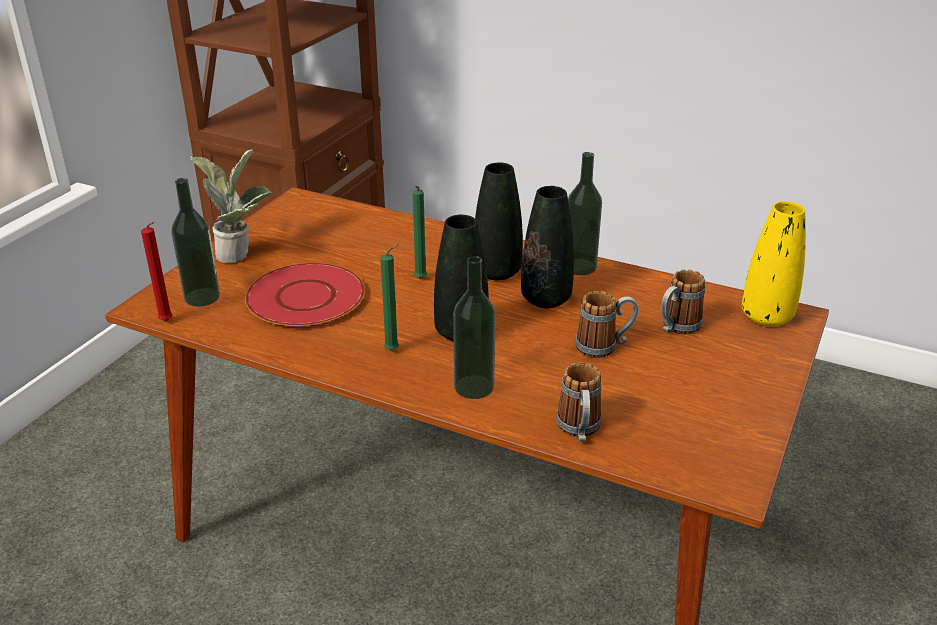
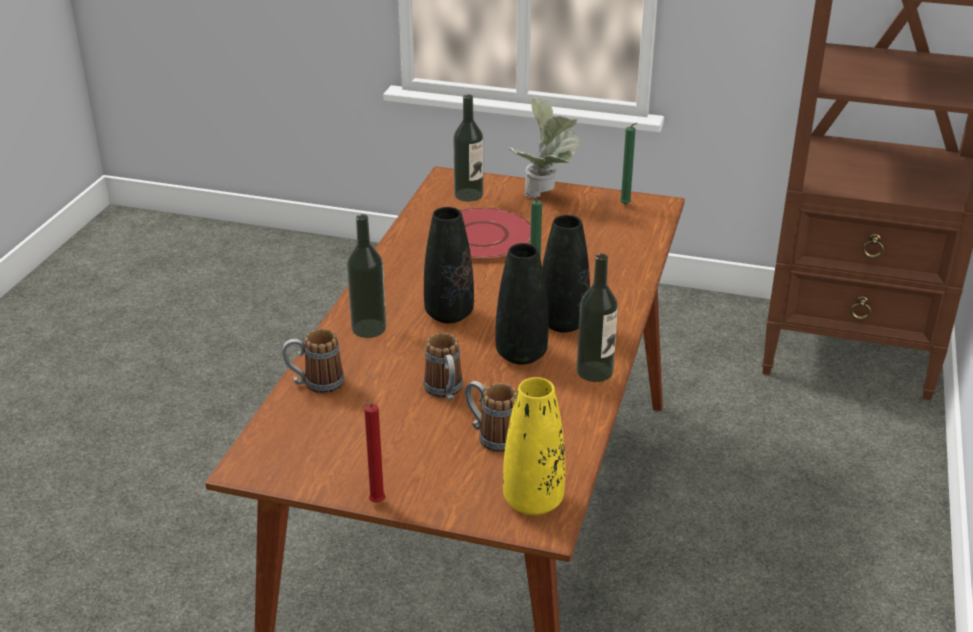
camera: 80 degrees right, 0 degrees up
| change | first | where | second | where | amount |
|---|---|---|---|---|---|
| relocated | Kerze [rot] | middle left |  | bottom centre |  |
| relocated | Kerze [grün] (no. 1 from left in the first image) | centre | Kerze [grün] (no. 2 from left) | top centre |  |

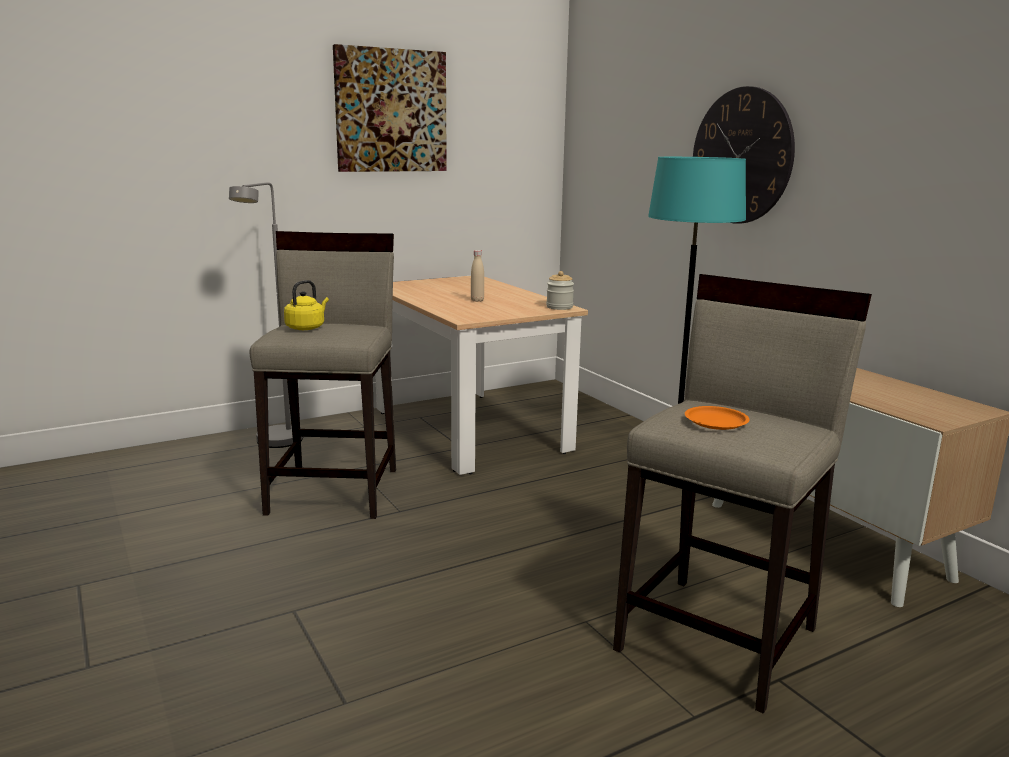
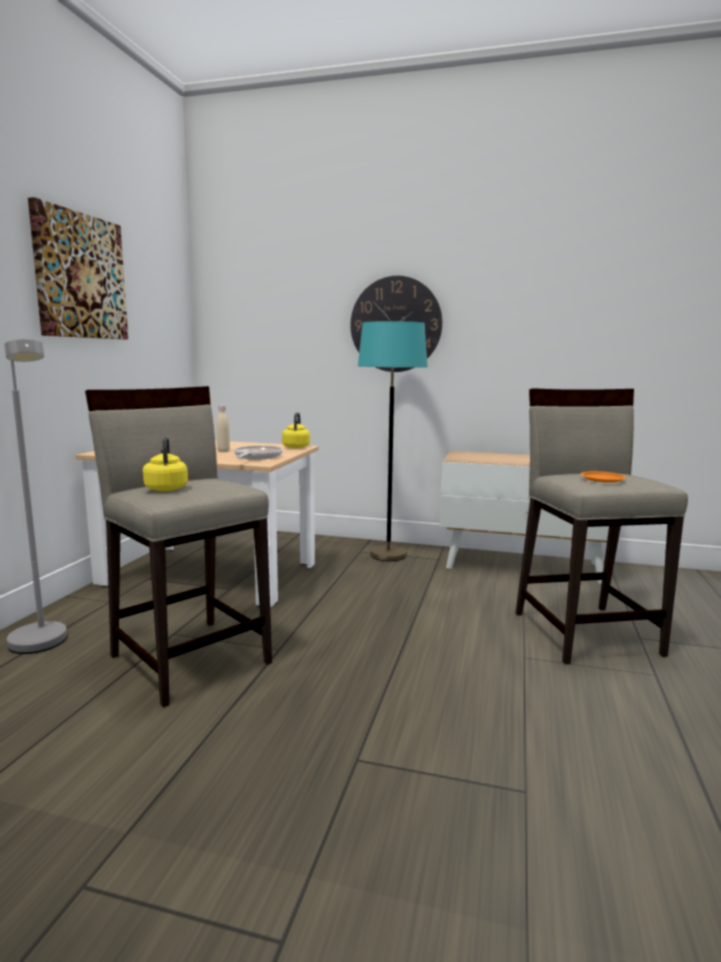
camera: 45 degrees left, 5 degrees down
| change | first | where | second | where | amount |
|---|---|---|---|---|---|
| appeared |  |  | Pfanne | centre |  |
| exchanged | Vorratsglas | centre | Wasserkessel [gelb] (no. 2 from left) | centre |  |

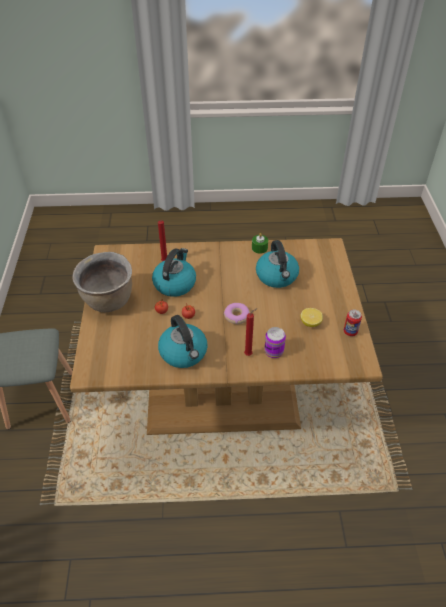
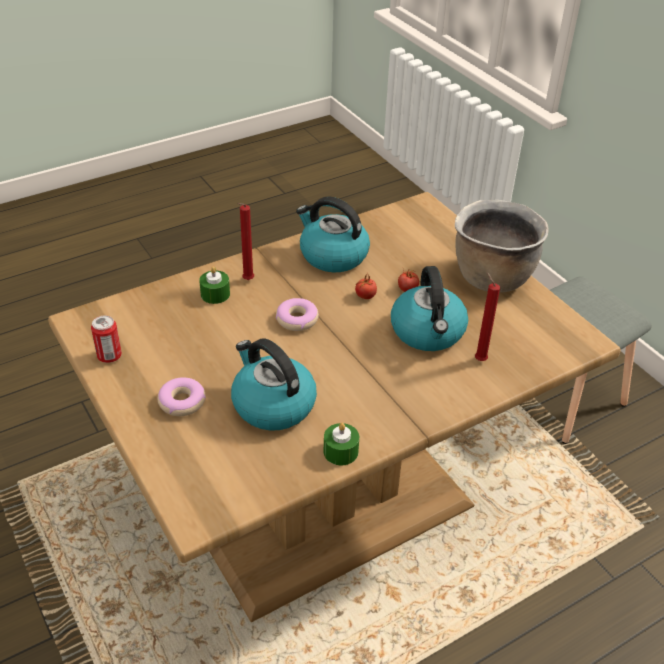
camera: 150 degrees right, 5 degrees down
| change | first | where | second | where | amount |
|---|---|---|---|---|---|
| missing | Zitrone | middle right |  |  |  |
| appeared |  |  | Donut (no. 1 from left) | middle left |  |
| exchanged | Dose (no. 1 from left) | centre | Kerze [grün] (no. 1 from left) | middle left |  |

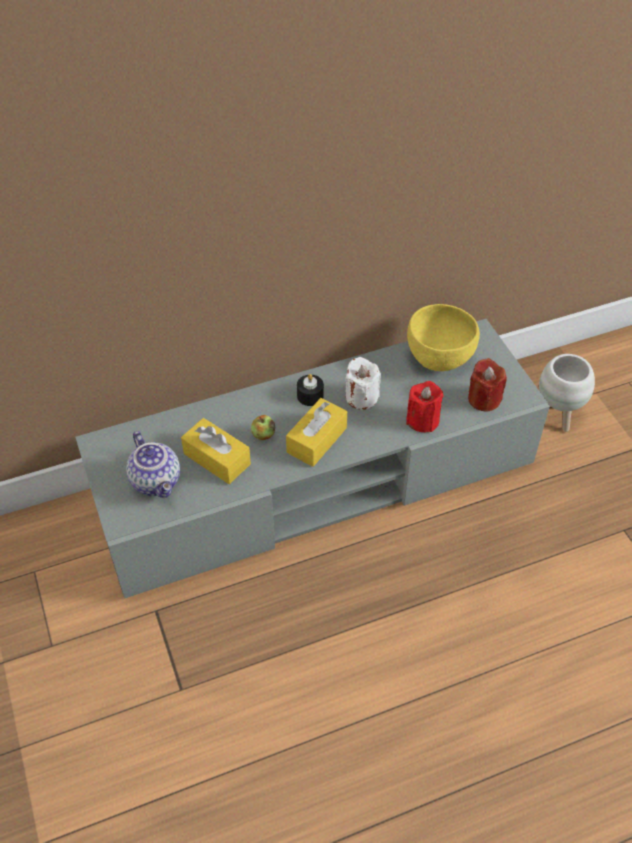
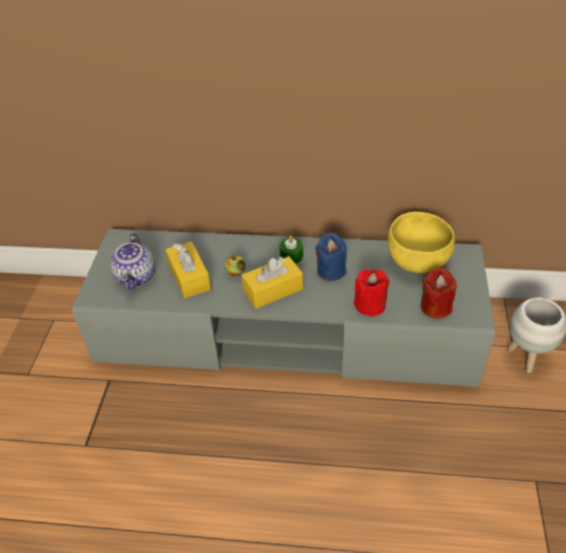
camera: 30 degrees right, 5 degrees down
| change | first | where | second | where | amount |
|---|---|---|---|---|---|
| colour | Kerze [schwarz] | centre | Kerze [grün] | centre |  |
| colour | Kerze [weiß] | centre | Kerze [blau] | centre |  |

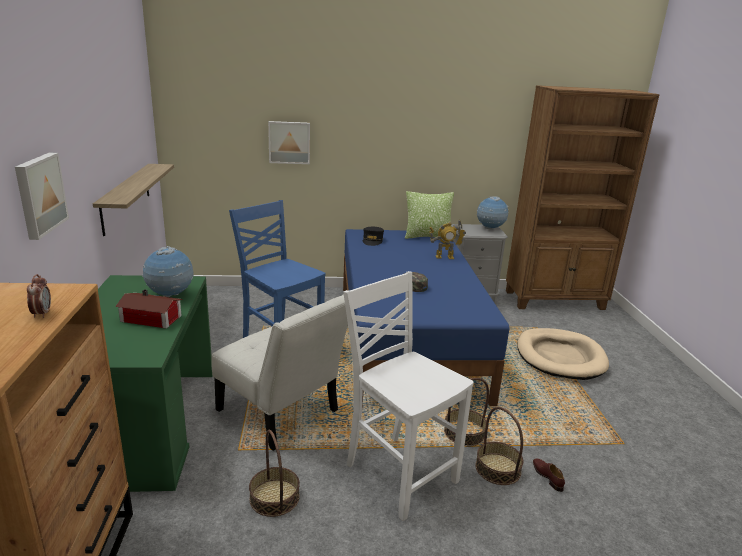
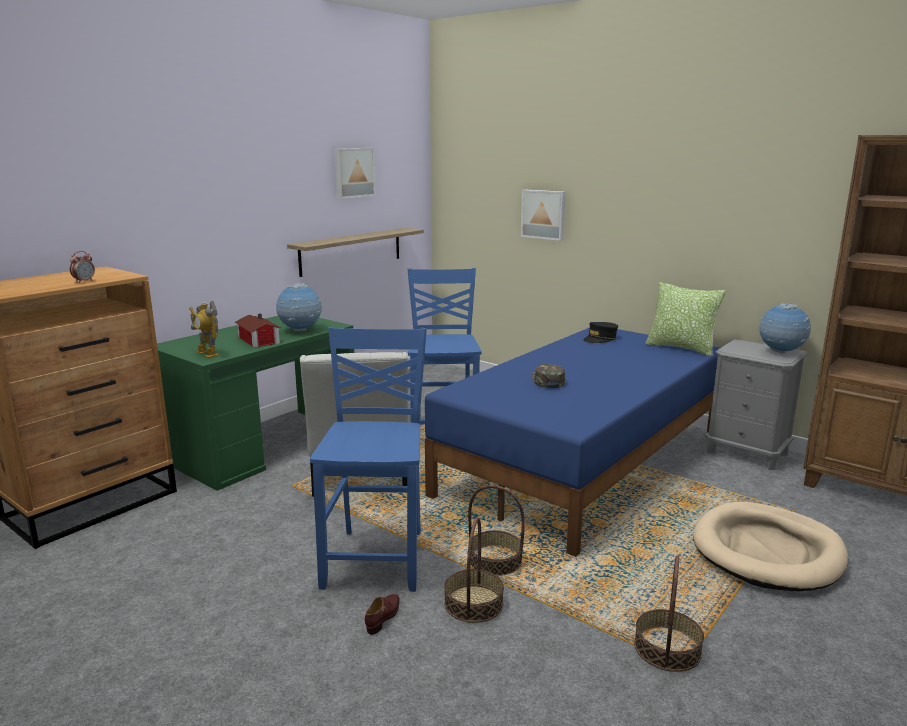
camera: 45 degrees right, 5 degrees down
| change | first | where | second | where | amount |
|---|---|---|---|---|---|
| relocated | Bild (no. 1 from left) | middle left |  | top centre |  |
| relocated | Korb (no. 1 from left in the first image) | bottom centre | Korb (no. 3 from left) | bottom right |  |
| relocated | Spielzeugroboter | centre |  | middle left |  |
| relocated | Schuh [braun] | bottom right |  | bottom centre |  |
| colour | Stuhl [weiß] (no. 2 from left) | bottom centre | Stuhl [blau] (no. 1 from left) | centre |  |

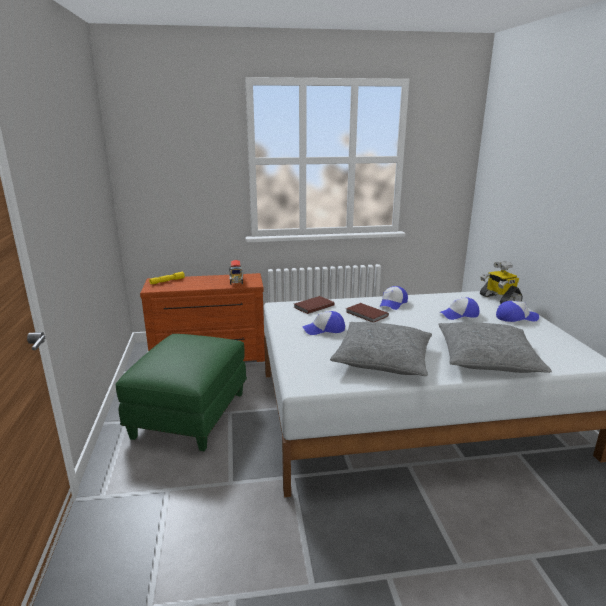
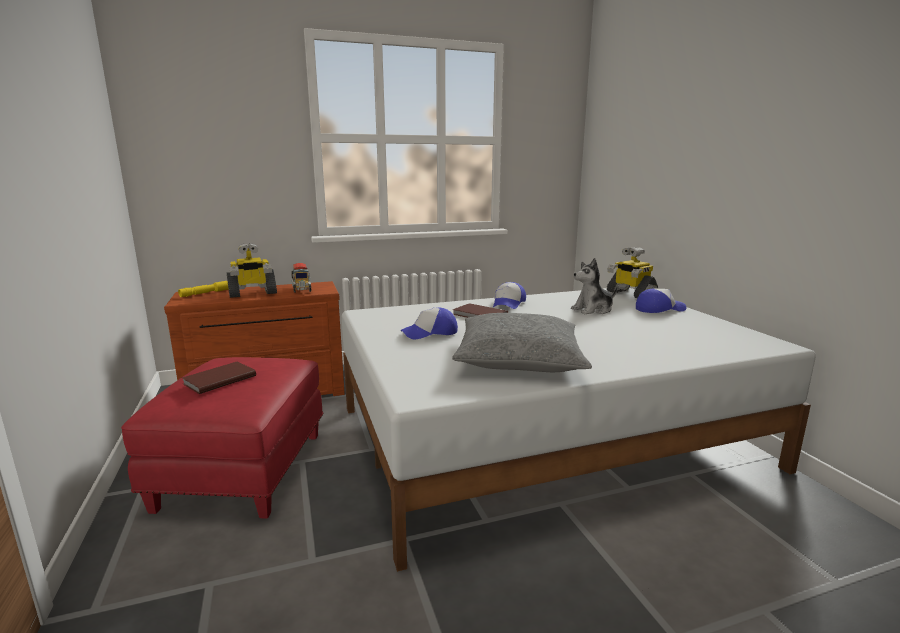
camera: 10 degrees left, 5 degrees down
| change | first | where | second | where | amount |
|---|---|---|---|---|---|
| missing | Kissen [grau] (no. 2 from left) | middle right |  |  |  |
| appeared |  |  | Spielzeugroboter (no. 1 from left) | middle left |  |
| relocated | Buch [braun] (no. 1 from left) | centre |  | middle left |  |
| exchanged | Kappe (no. 3 from left) | middle right | Plüschtier | centre |  |
| colour | Polsterhocker [grün] | middle left | Polsterhocker [rot] | bottom left |  |

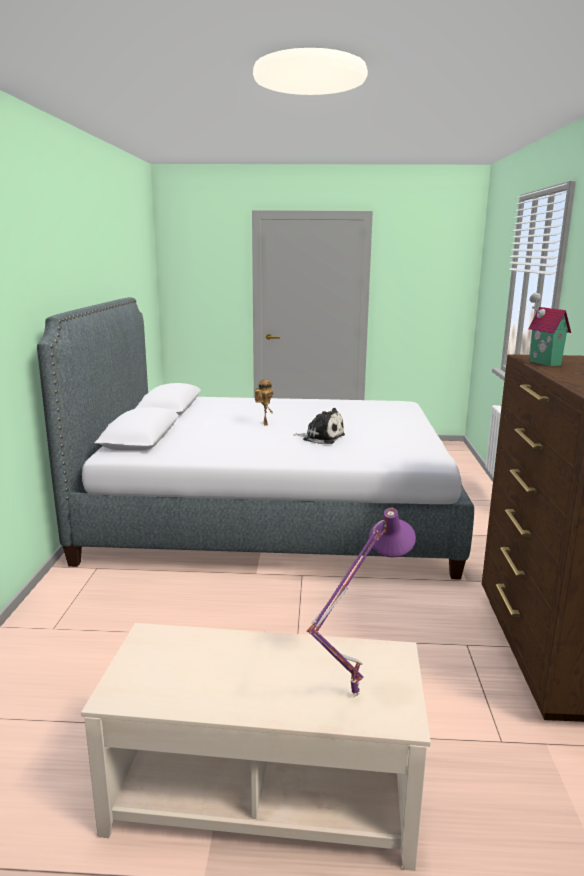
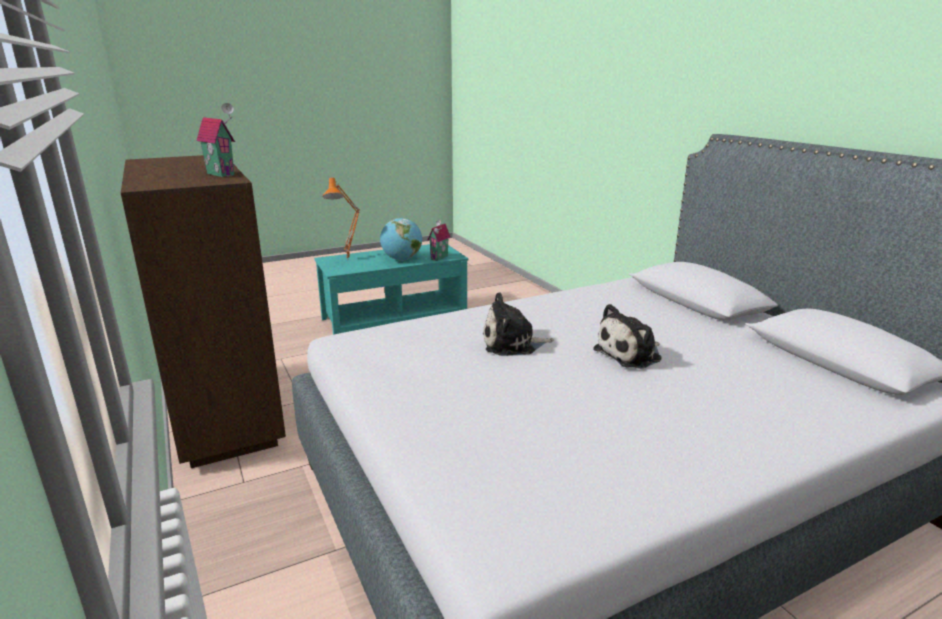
camera: 150 degrees right, 5 degrees up
| change | first | where | second | where | amount |
|---|---|---|---|---|---|
| appeared |  |  | Globus | centre |  |
| appeared |  |  | Spielzeughaus (no. 2 from left) | centre |  |
| exchanged | Spielzeugroboter | centre | Plüschtier (no. 2 from left) | centre |  |
| colour | Couchtisch [beige] | bottom centre | Couchtisch [türkis] | centre |  |
| colour | Tischlampe [lila] | bottom centre | Tischlampe [orange] | centre |  |

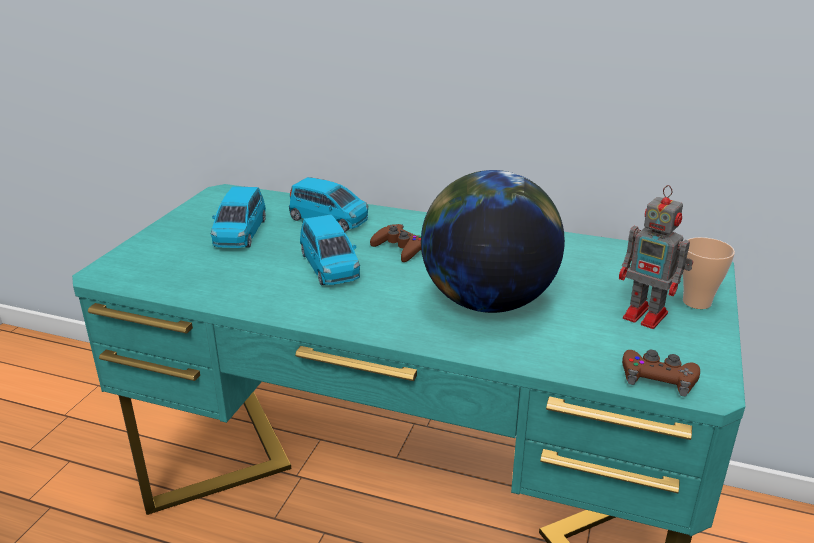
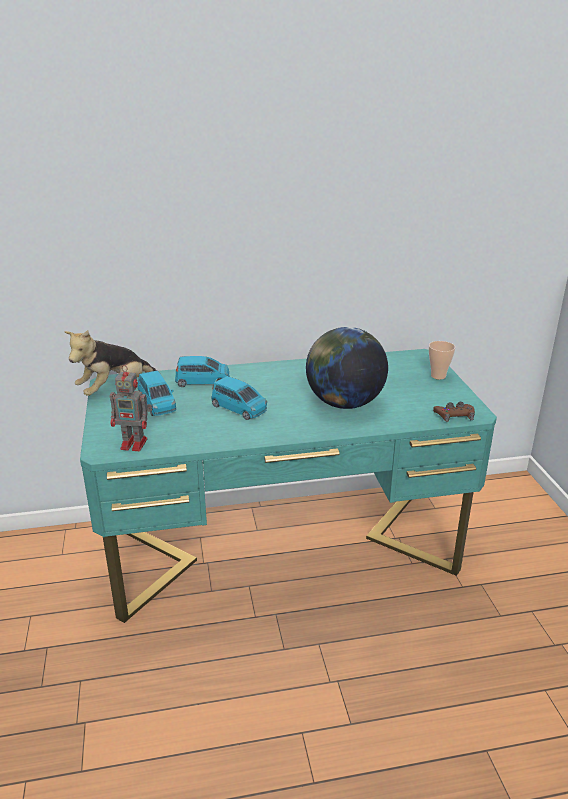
camera: 30 degrees left, 0 degrees up
| change | first | where | second | where | amount |
|---|---|---|---|---|---|
| missing | Gamepad [braun] (no. 1 from left) | centre |  |  |  |
| appeared |  |  | Plüschtier | middle left |  |
| relocated | Spielzeugroboter | middle right |  | middle left |  |

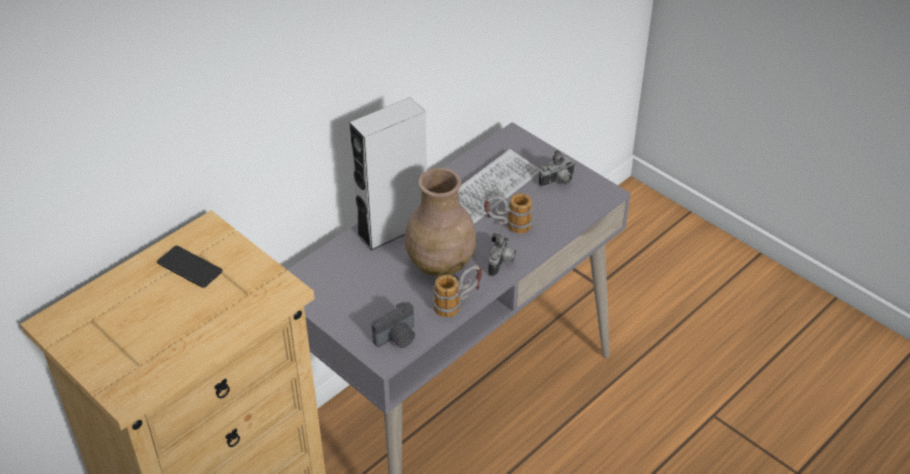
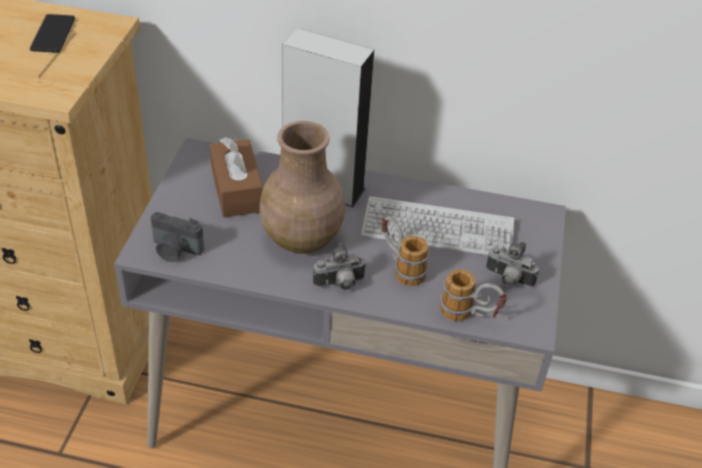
camera: 55 degrees right, 0 degrees up
| change | first | where | second | where | amount |
|---|---|---|---|---|---|
| appeared |  |  | Taschentuchbox [braun] | centre |  |
| relocated | Henkelbecher (no. 1 from left in the first image) | centre | Henkelbecher (no. 2 from left) | middle right |  |

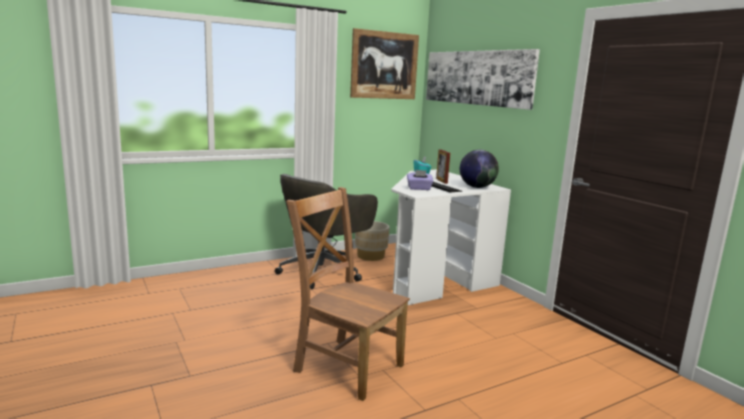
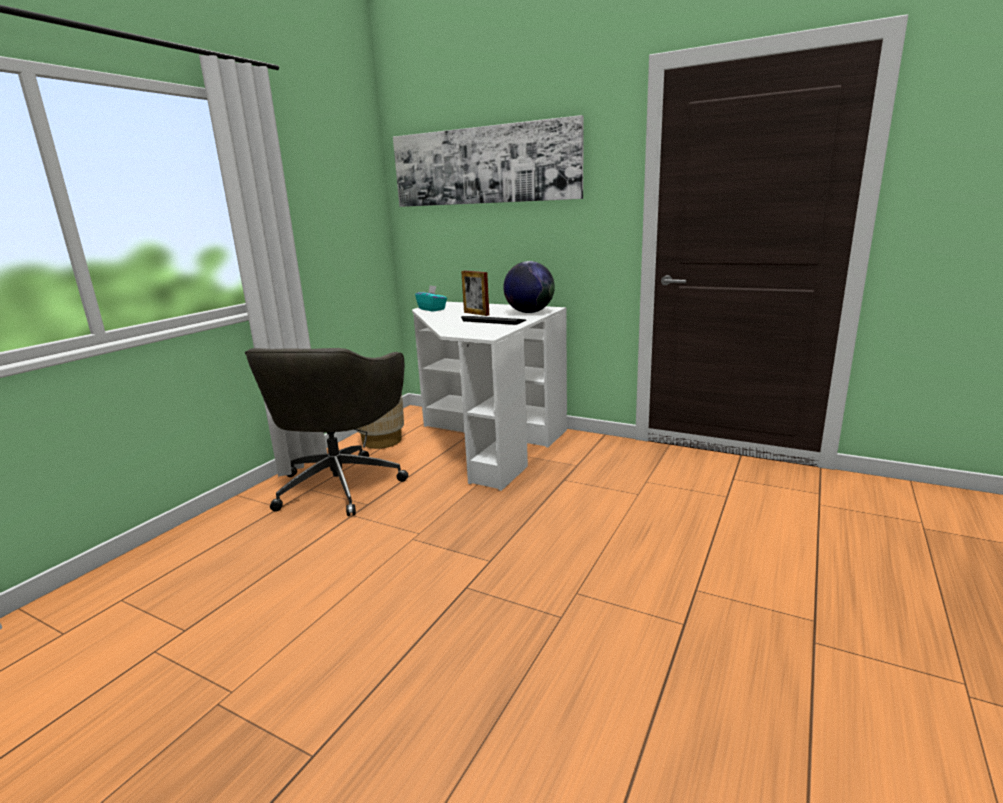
camera: 30 degrees left, 5 degrees up
| change | first | where | second | where | amount |
|---|---|---|---|---|---|
| missing | Stuhl [braun] | bottom centre |  |  |  |
| missing | Bild (no. 1 from left) | top centre |  |  |  |
| missing | Taschentuchbox [lila] | centre |  |  |  |

